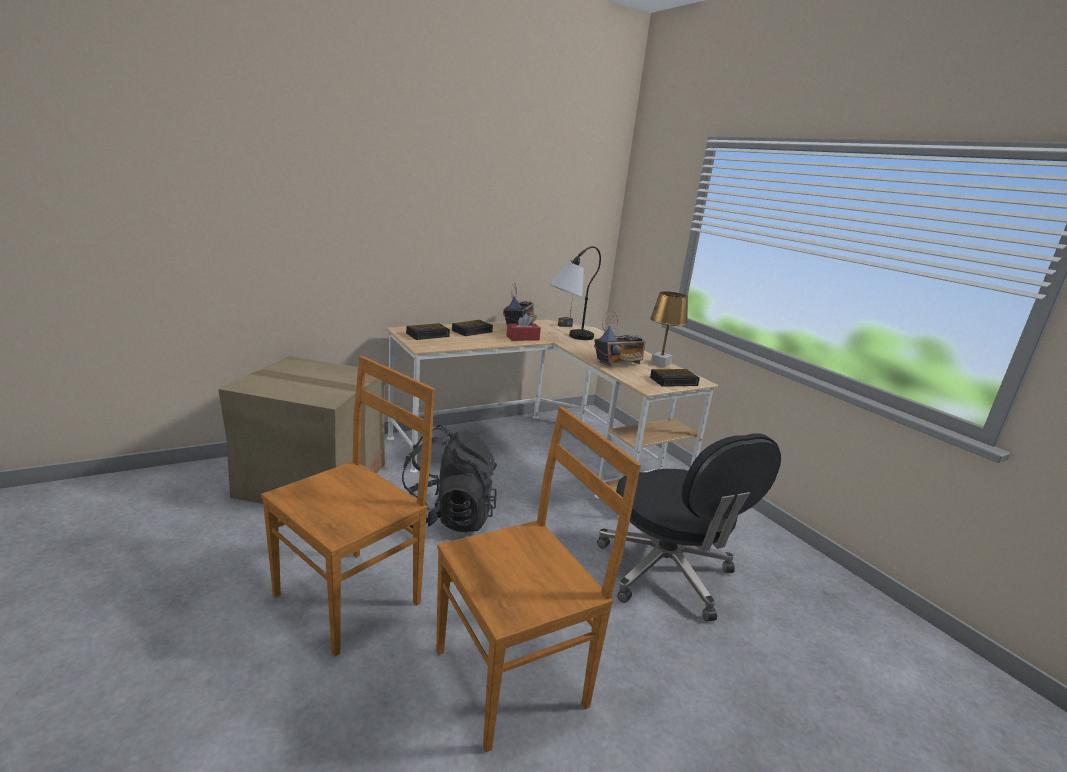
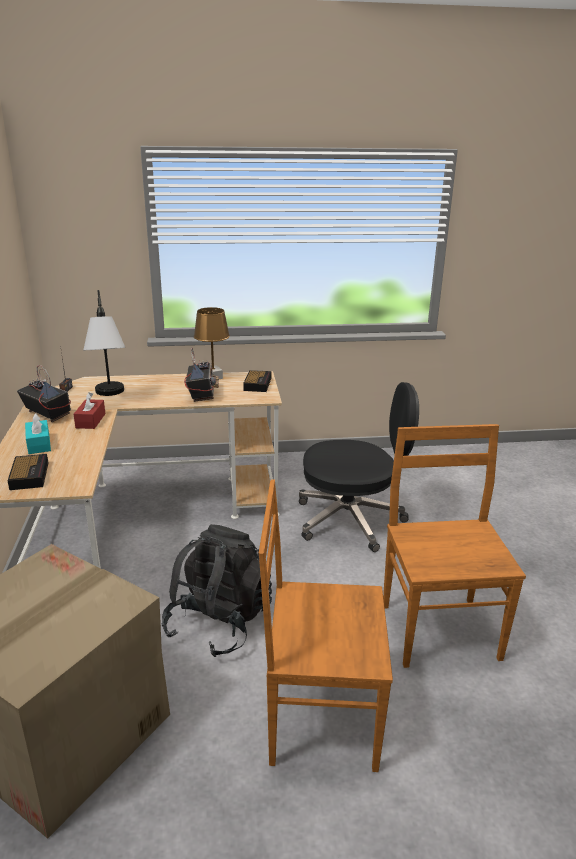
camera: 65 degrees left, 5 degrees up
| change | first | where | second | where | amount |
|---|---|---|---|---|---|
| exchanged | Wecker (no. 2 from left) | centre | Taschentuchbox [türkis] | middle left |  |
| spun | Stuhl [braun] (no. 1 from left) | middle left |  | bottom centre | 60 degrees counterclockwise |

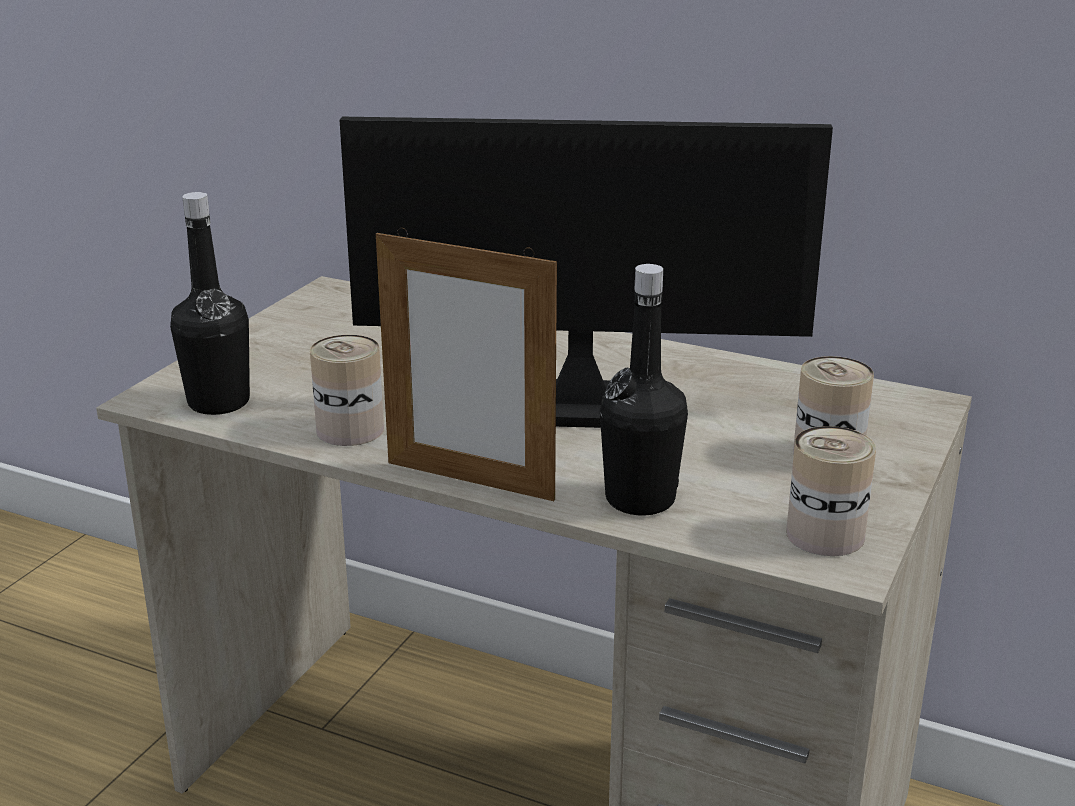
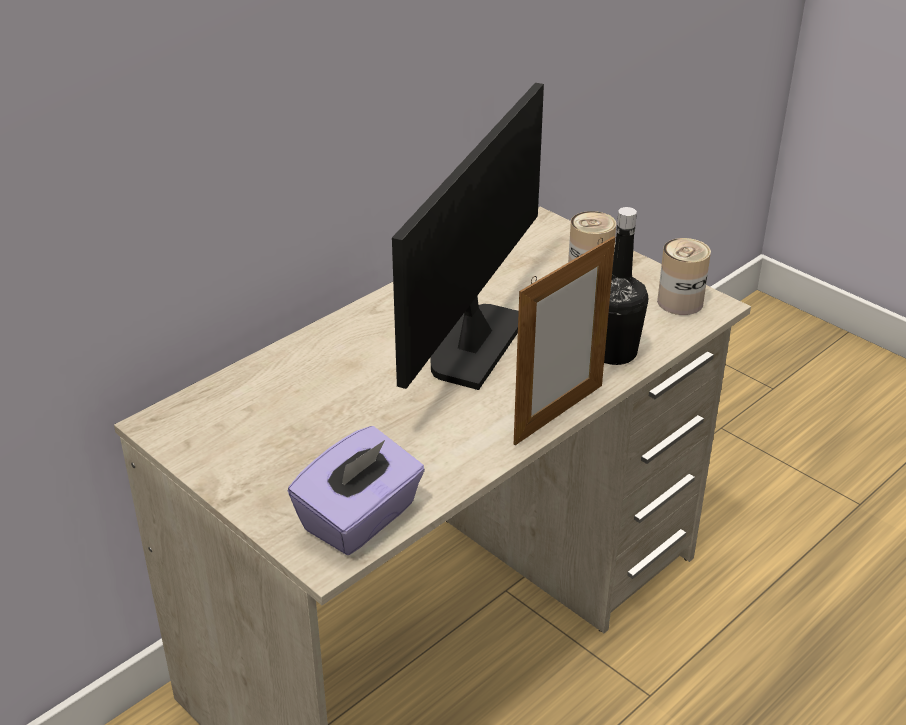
camera: 70 degrees left, 10 degrees up
| change | first | where | second | where | amount |
|---|---|---|---|---|---|
| missing | Dose (no. 1 from left) | middle left |  |  |  |
| exchanged | Flasche [schwarz] (no. 1 from left) | middle left | Taschentuchbox [lila] | bottom centre |  |

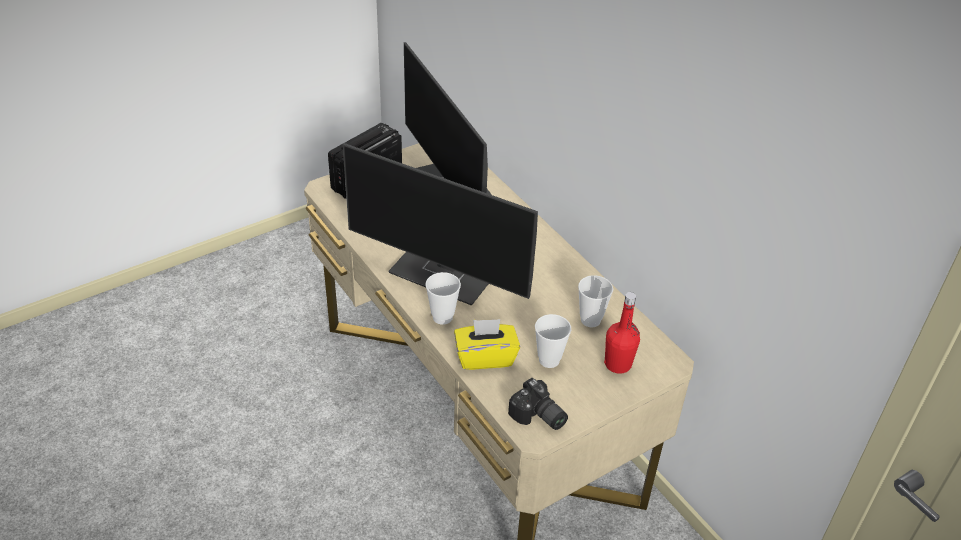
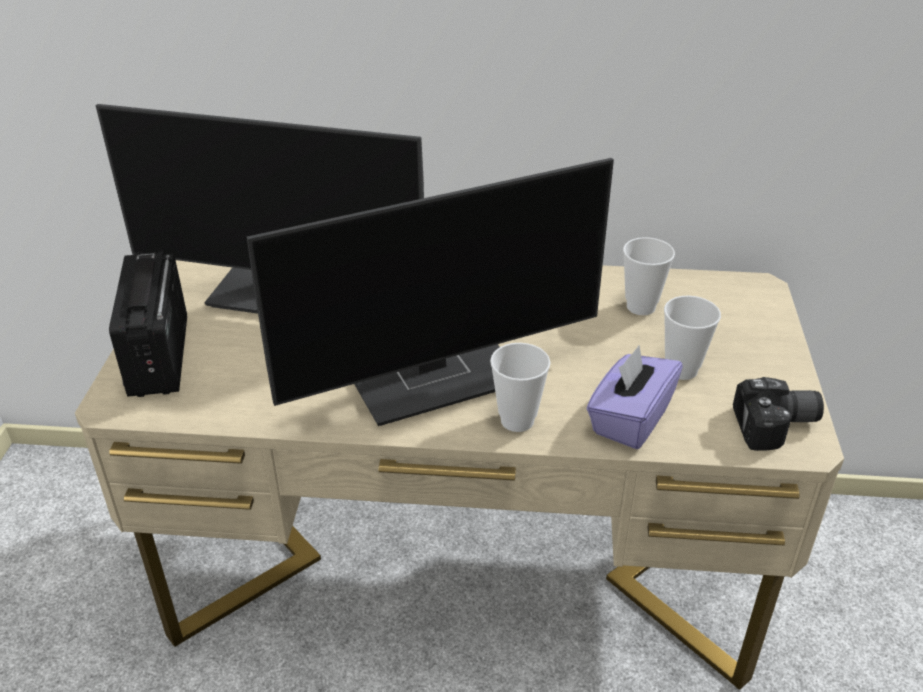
camera: 50 degrees left, 5 degrees down
| change | first | where | second | where | amount |
|---|---|---|---|---|---|
| missing | Flasche [rot] | centre |  |  |  |
| colour | Taschentuchbox [gelb] | centre | Taschentuchbox [lila] | middle right |  |

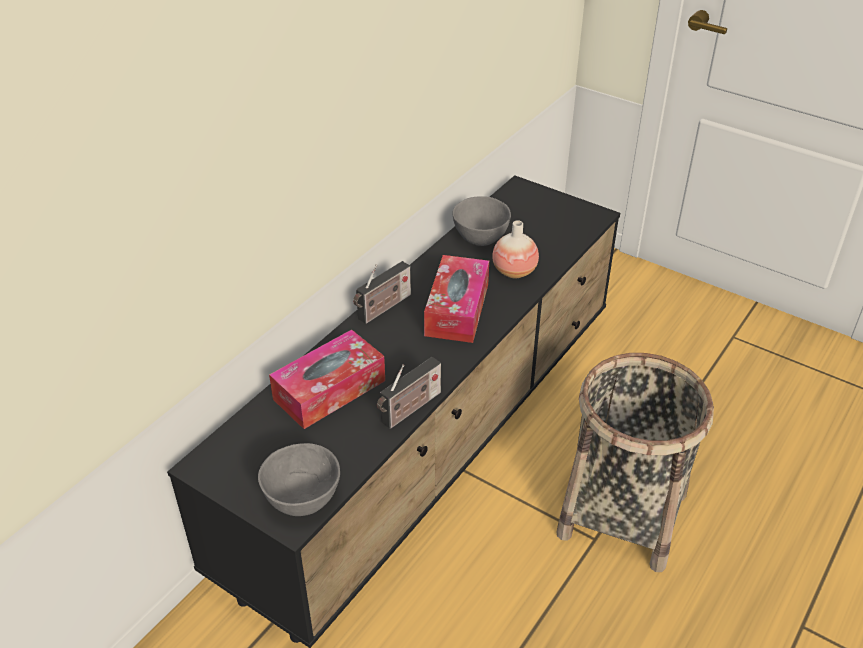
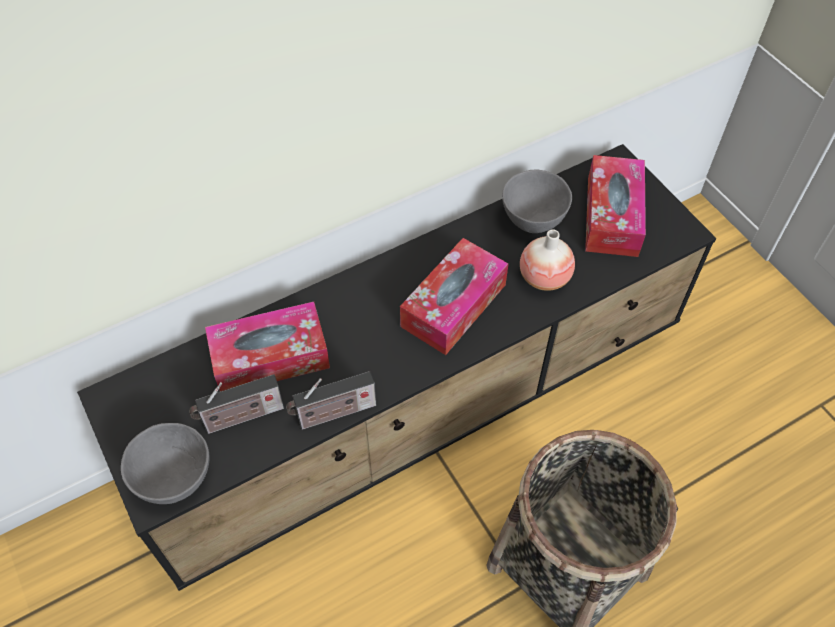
camera: 25 degrees right, 15 degrees up
| change | first | where | second | where | amount |
|---|---|---|---|---|---|
| appeared |  |  | Taschentuchbox (no. 3 from left) | top right |  |
| relocated | Radio (no. 1 from left) | centre |  | middle left |  |

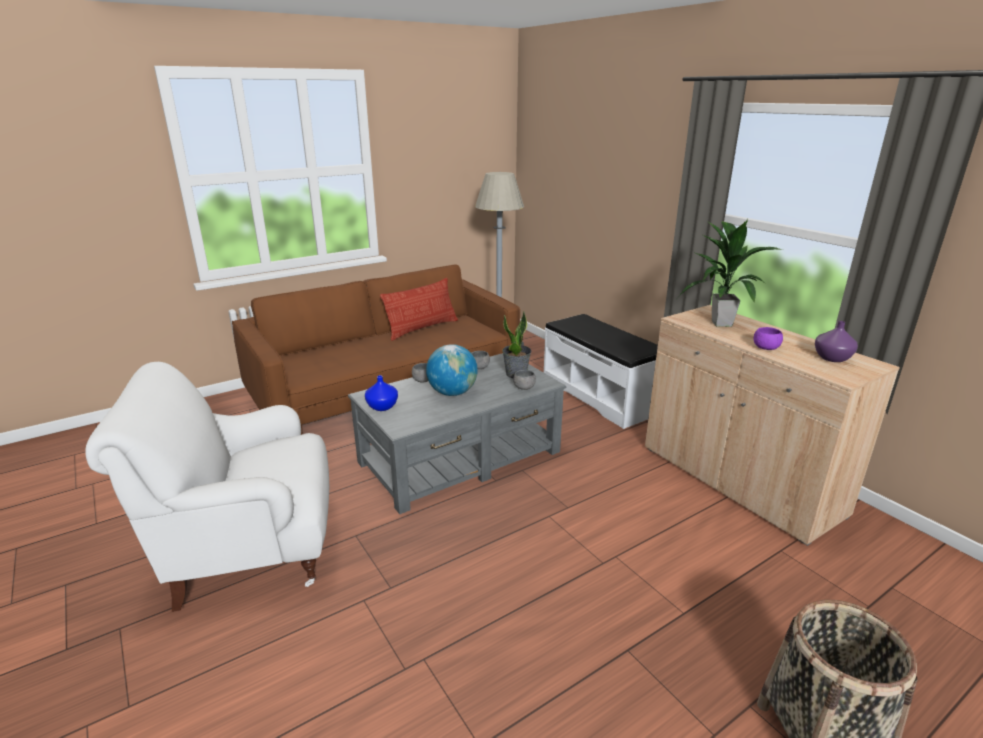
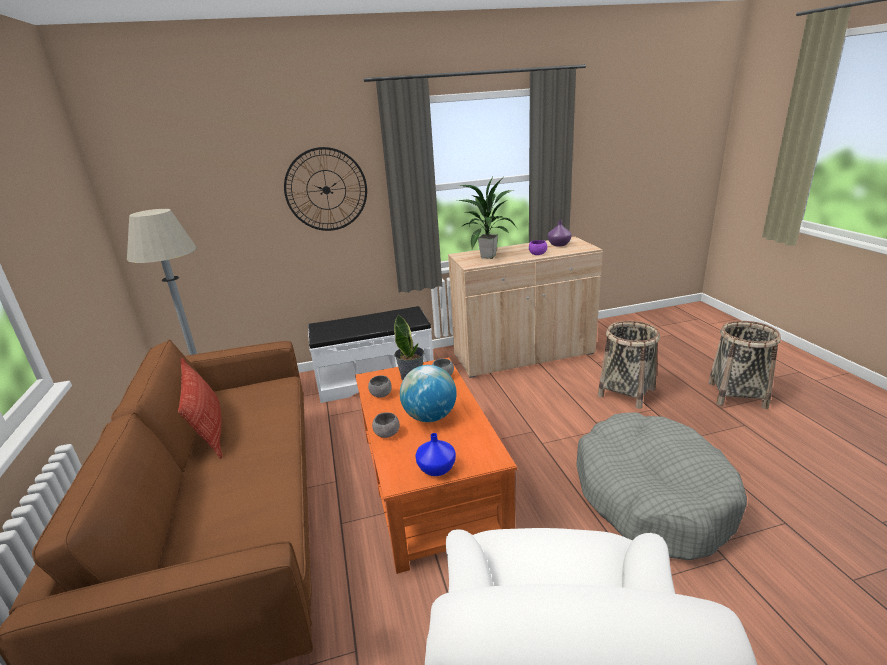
camera: 70 degrees left, 0 degrees up
| change | first | where | second | where | amount |
|---|---|---|---|---|---|
| appeared |  |  | Wanduhr | top centre |  |
| appeared |  |  | Hundebett [grau] | bottom right |  |
| appeared |  |  | Korb (no. 1 from left) | middle right |  |
| colour | Couchtisch [grau] | centre | Couchtisch [orange] | bottom centre |  |

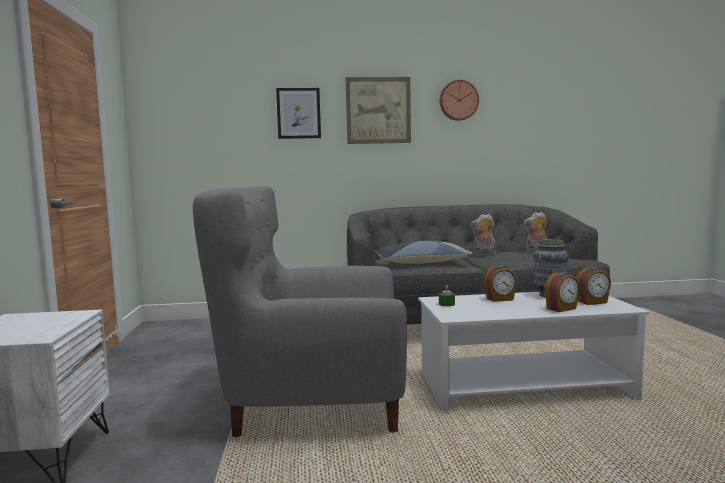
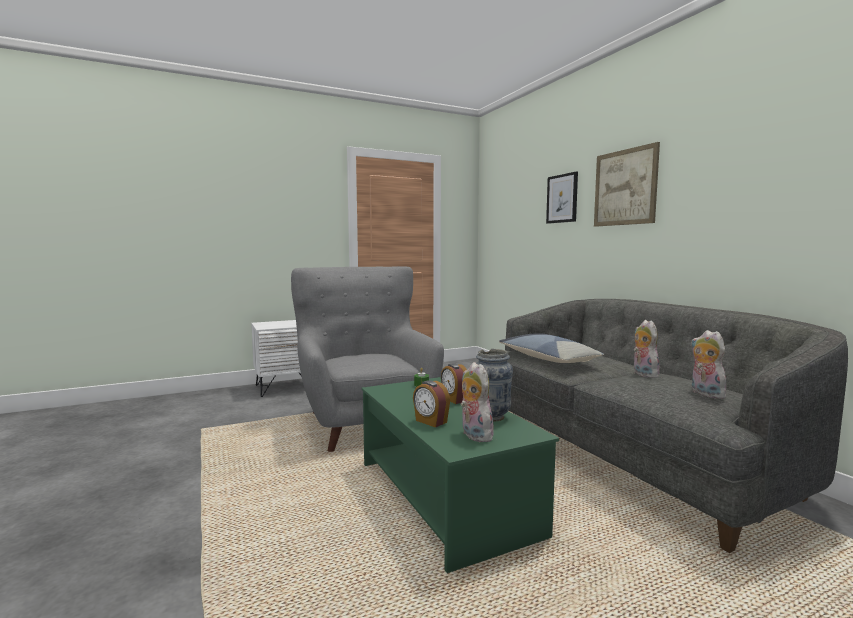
camera: 70 degrees right, 0 degrees up
| change | first | where | second | where | amount |
|---|---|---|---|---|---|
| missing | Wanduhr | top centre |  |  |  |
| exchanged | Wecker (no. 3 from left) | middle right | Plüschtier (no. 1 from left) | centre |  |
| colour | Couchtisch [weiß] | bottom right | Couchtisch [grün] | bottom centre |  |

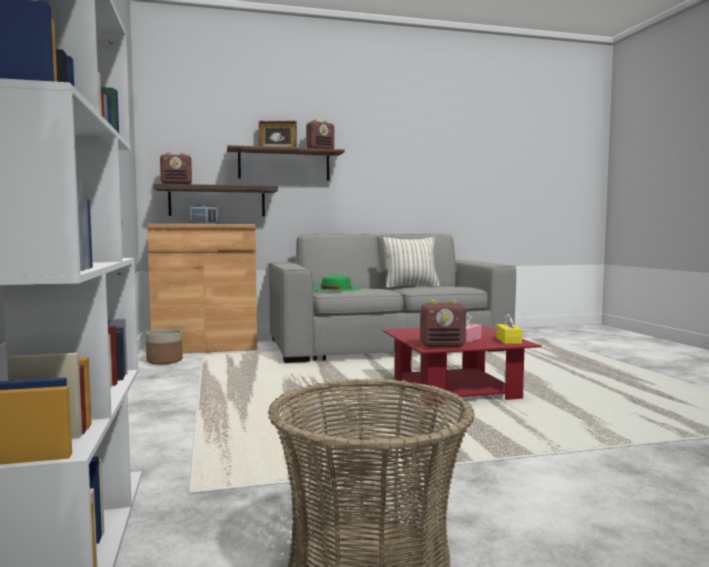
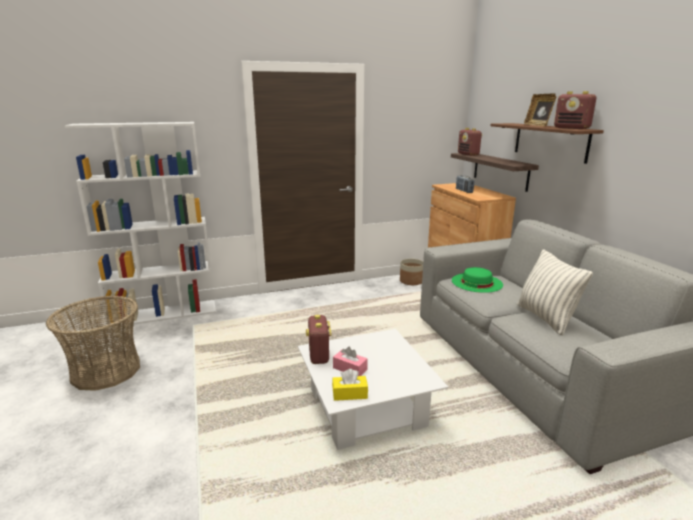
camera: 85 degrees right, 15 degrees up
| change | first | where | second | where | amount |
|---|---|---|---|---|---|
| colour | Couchtisch [rot] | centre | Couchtisch [weiß] | bottom centre |  |

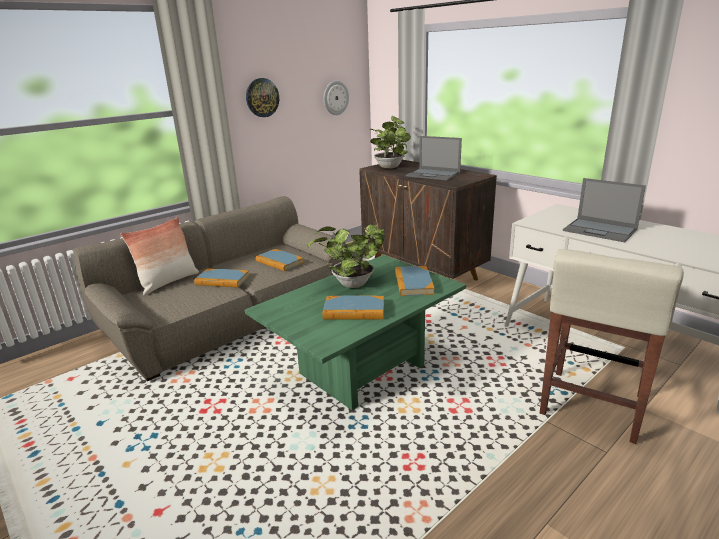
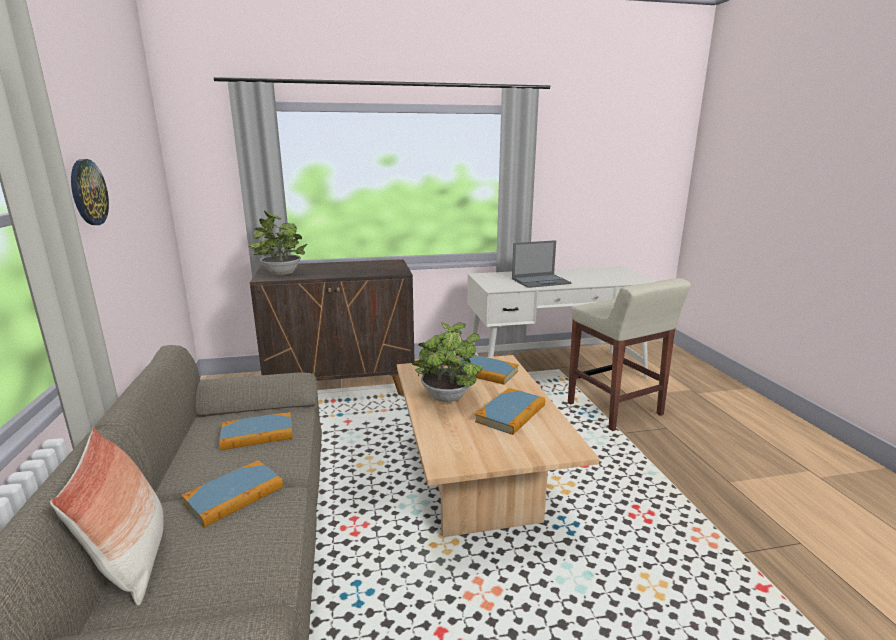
camera: 60 degrees left, 5 degrees down
| change | first | where | second | where | amount |
|---|---|---|---|---|---|
| missing | Wanduhr (no. 2 from left) | top centre |  |  |  |
| missing | Laptop (no. 1 from left) | top centre |  |  |  |
| colour | Couchtisch [grün] | centre | Couchtisch [beige] | bottom centre |  |

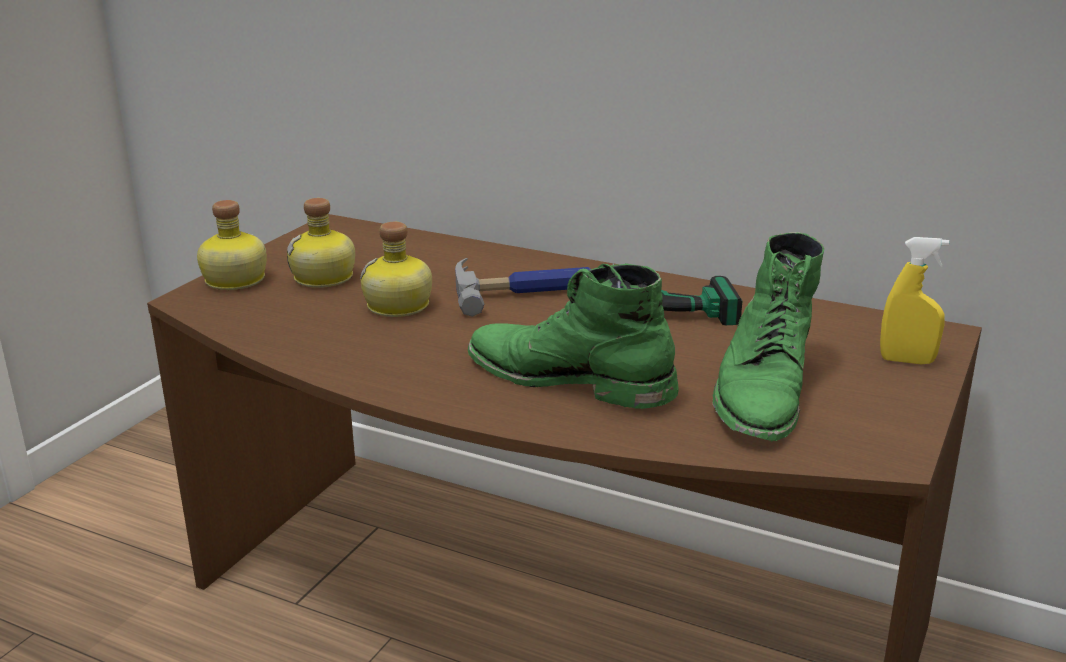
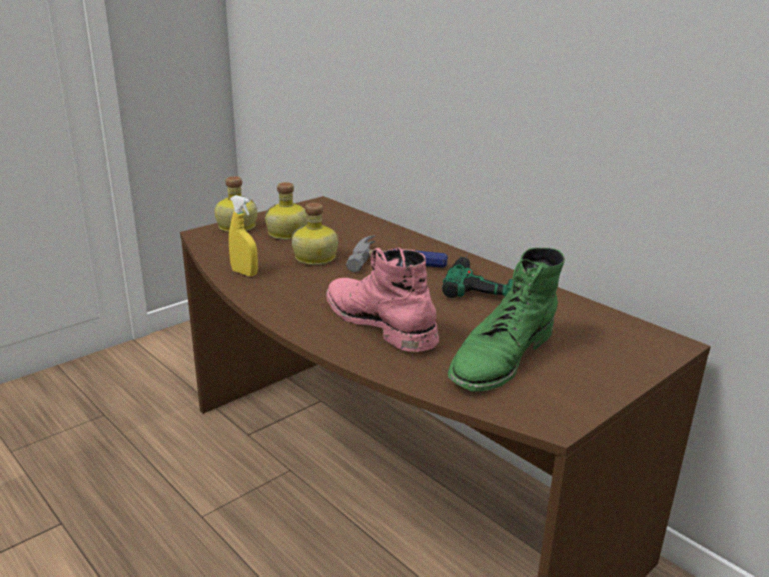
camera: 20 degrees right, 0 degrees up
| change | first | where | second | where | amount |
|---|---|---|---|---|---|
| relocated | Sprühflasche [gelb] | middle right |  | middle left |  |
| colour | Stiefel [grün] (no. 1 from left) | centre | Stiefel [rosa] | centre |  |

